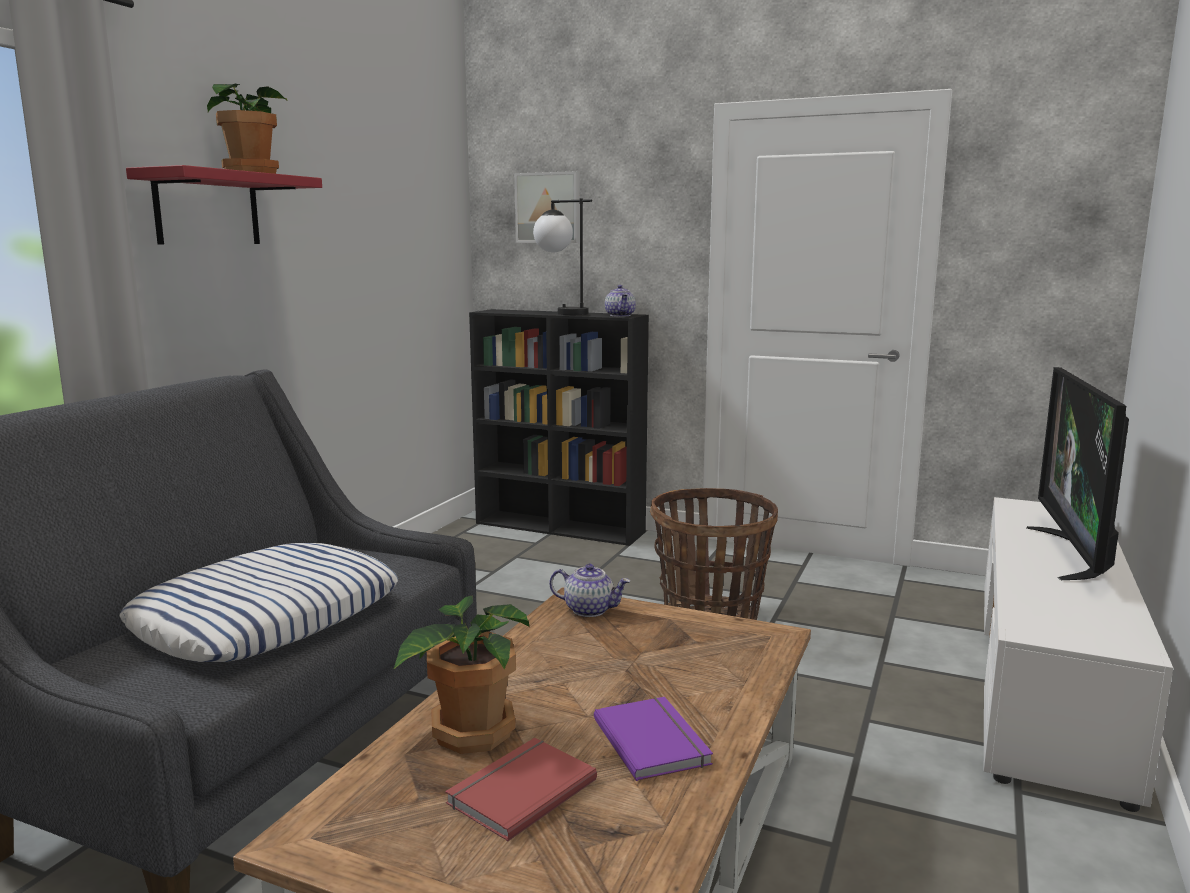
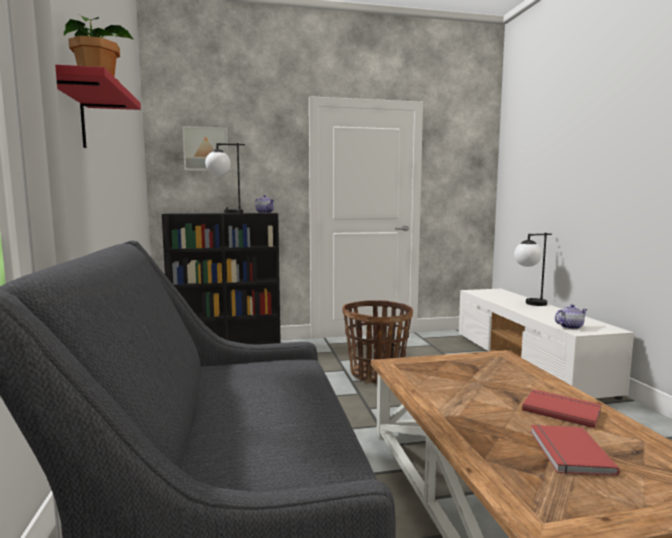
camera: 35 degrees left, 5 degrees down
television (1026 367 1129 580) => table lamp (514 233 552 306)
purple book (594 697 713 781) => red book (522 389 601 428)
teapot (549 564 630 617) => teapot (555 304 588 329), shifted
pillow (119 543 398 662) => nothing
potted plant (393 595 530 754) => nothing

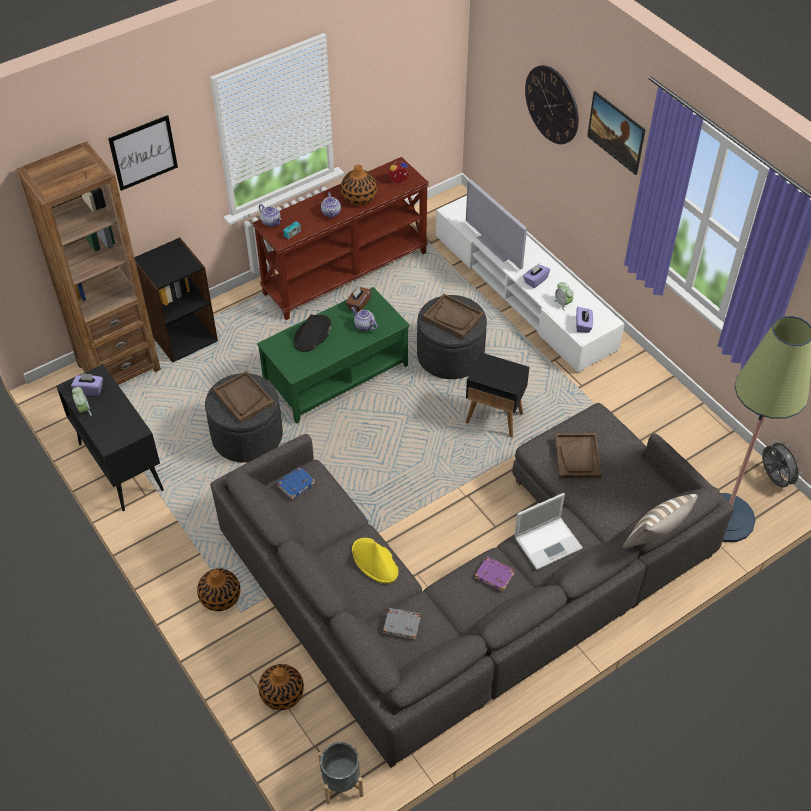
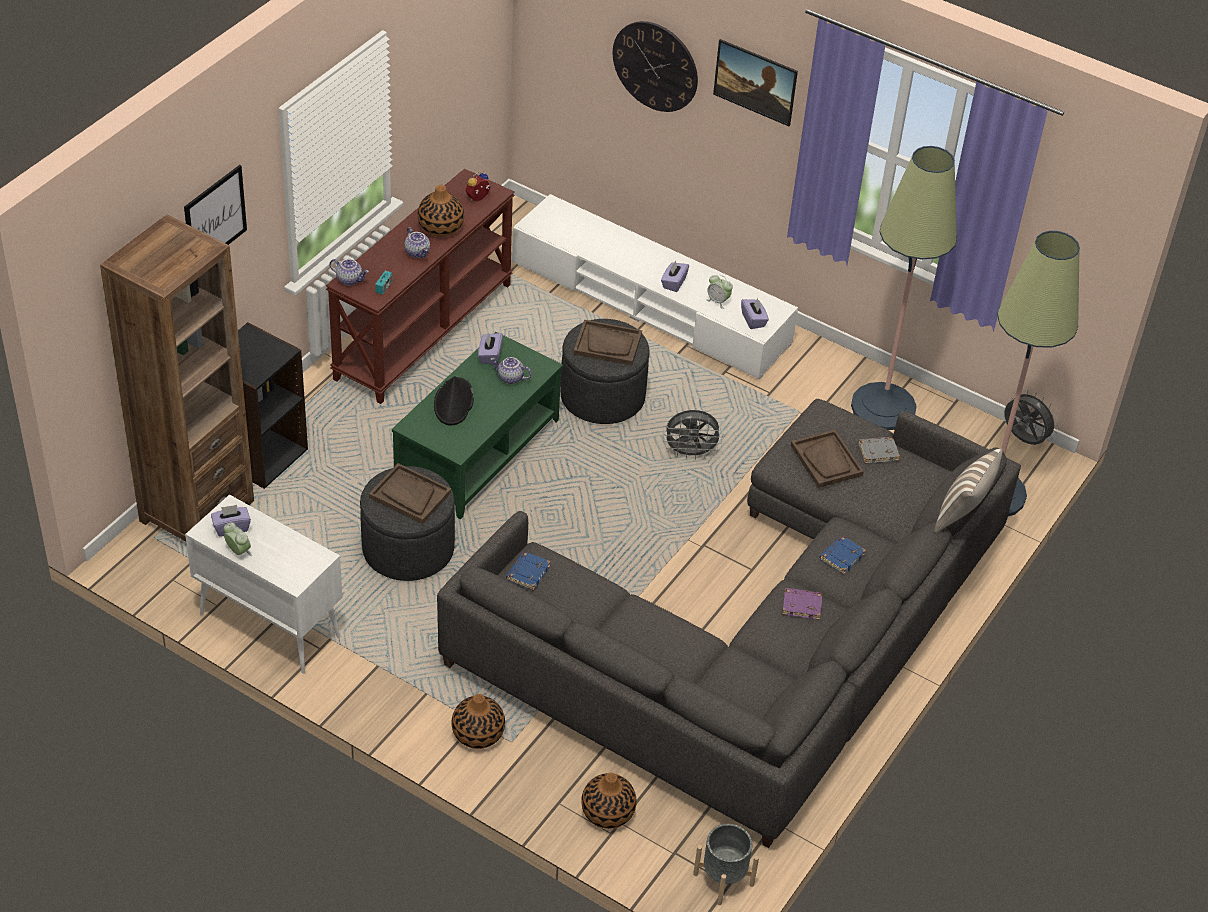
camera: 25 degrees left, 5 degrees down
black cabinet (56 364 164 511) => white cabinet (185 494 342 674)
brown tissue box (346 287 372 312) => purple tissue box (478 332 503 365)
black side table (465 352 529 438) => grey fan (663 410 723 460)
laptop (514 493 583 570) => blue book (819 536 866 574)
nothing => floor lamp (851 146 957 430)
grey book (383 608 421 639) => grey book (858 437 900 464), shifted
yellow hat (352 538 398 583) => nothing
television (466 179 527 270) => nothing

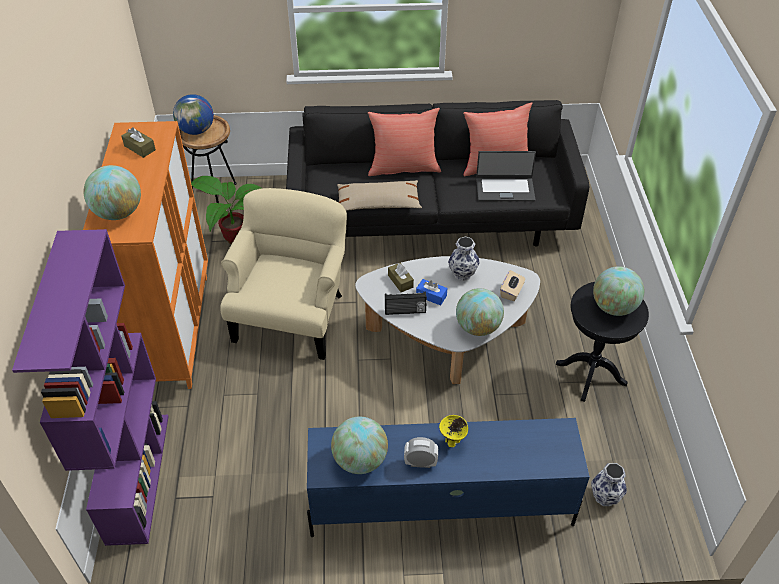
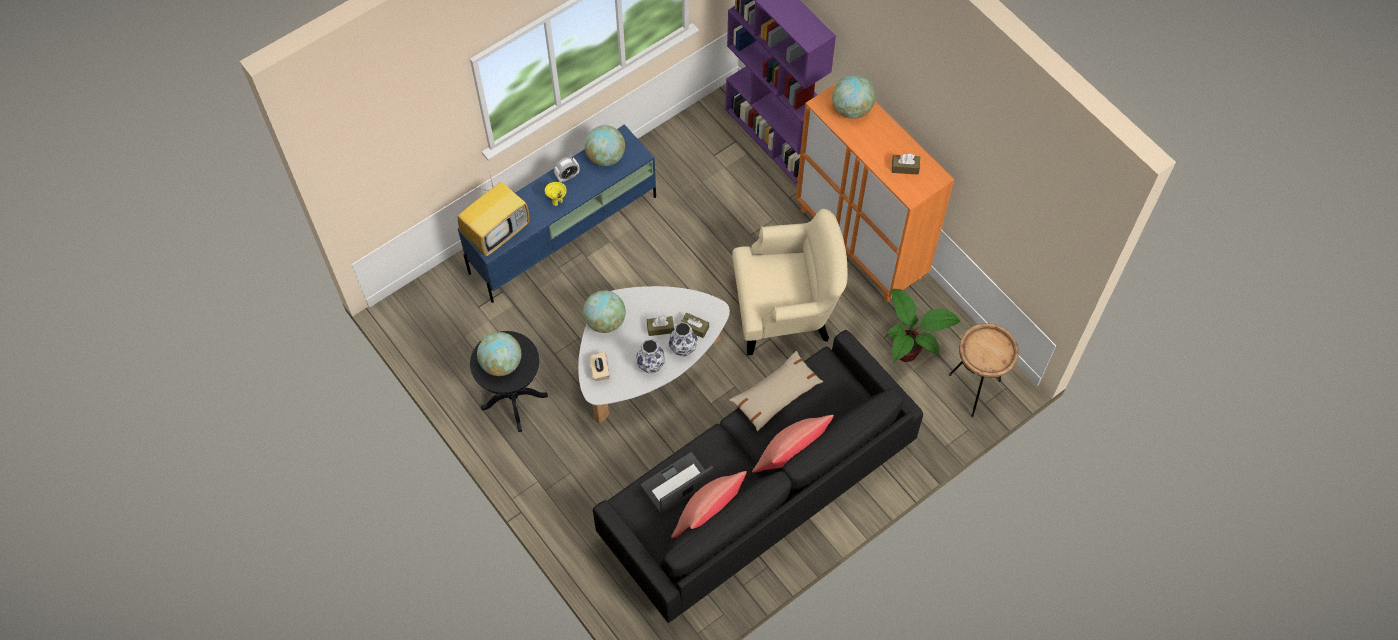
camera: 145 degrees right, 15 degrees up
nothing => television (458 175 529 256)
blue tissue box (416 279 447 305) => brown tissue box (647 316 674 336)
vase (591 463 627 506) => vase (669 322 698 357), shifted
beige armchair (220 188 347 360) => beige armchair (732 209 848 355), 75 degrees counterclockwise
globe (173 94 214 135) => nothing
radio (385 292 427 315) => nothing

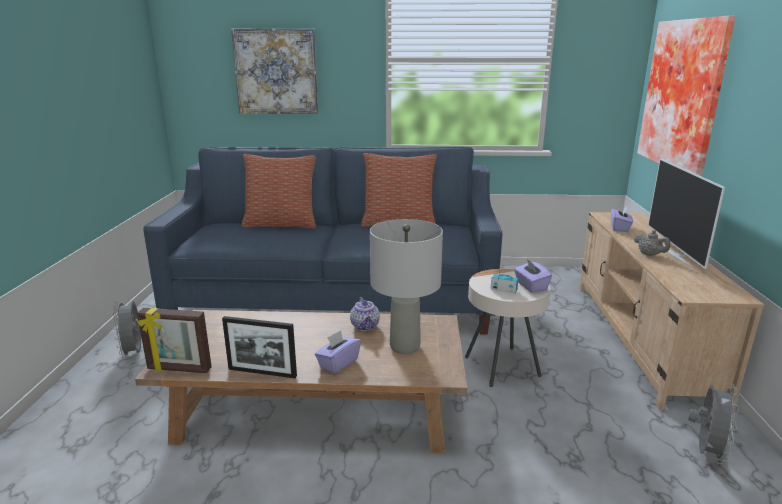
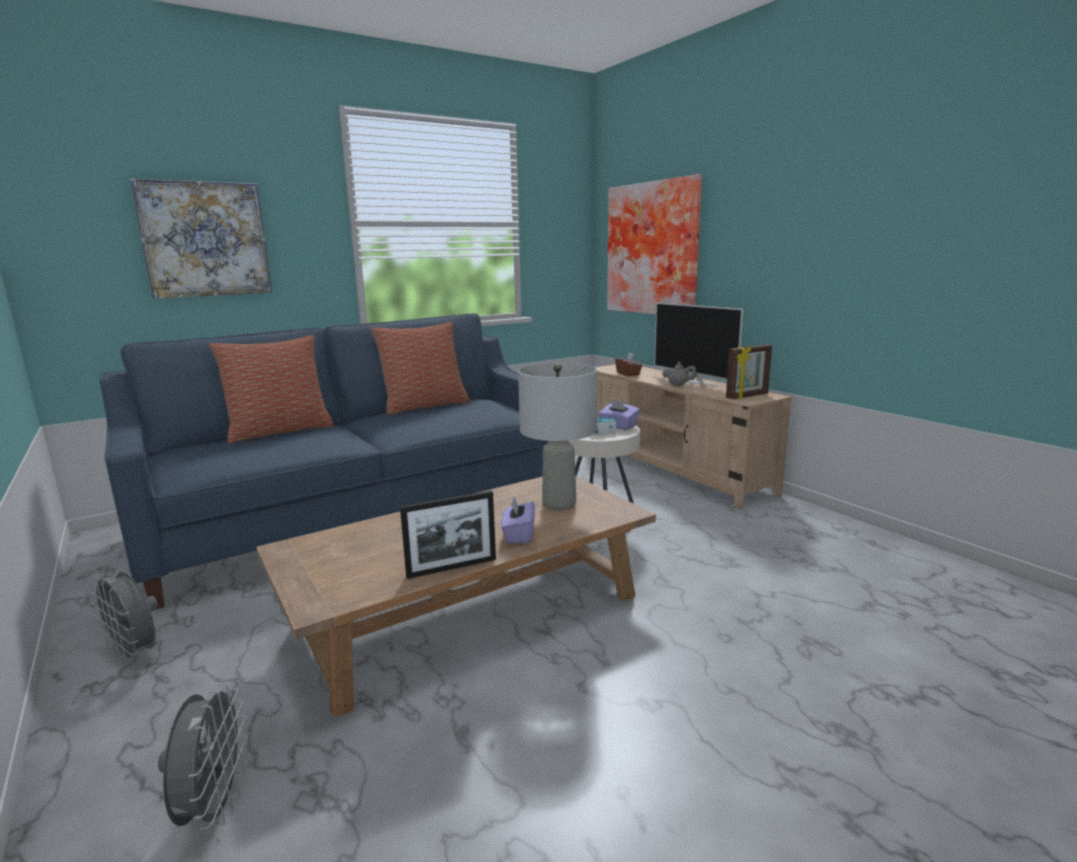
camera: 35 degrees left, 5 degrees down
grey fan (688 384 739 464) => grey fan (158 683 247 830), shifted
purple tissue box (611 205 633 232) => brown tissue box (615 352 643 376)
picture frame (137 308 212 373) => picture frame (726 344 772 399), shifted
teapot (350 297 380 331) => nothing

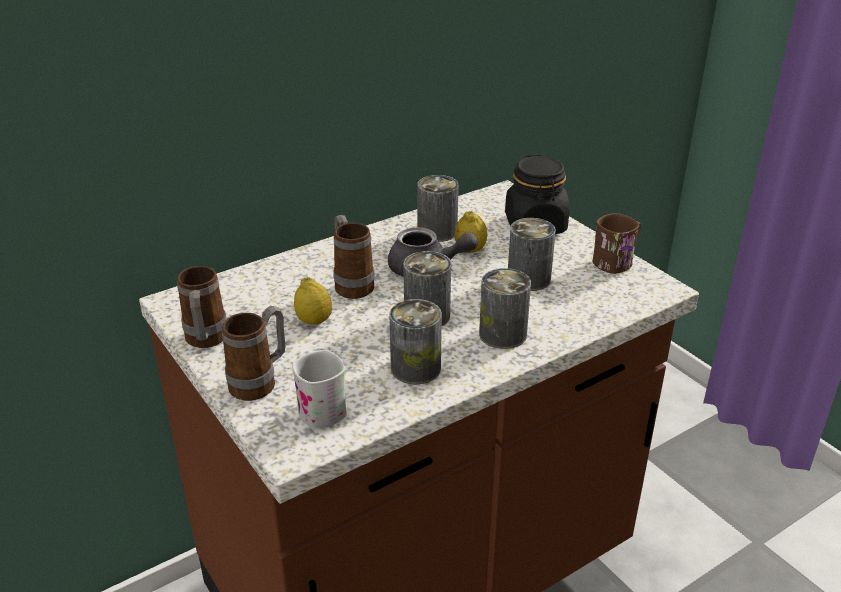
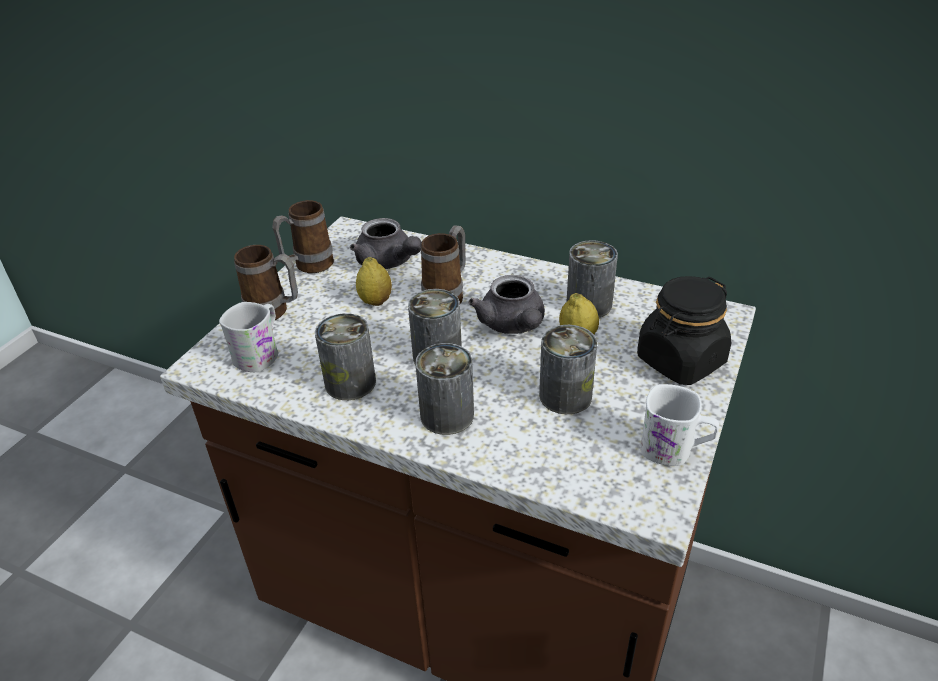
camera: 60 degrees right, 5 degrees up
nothing => grey teapot (350 218 422 269)
brown mug (592 213 641 274) => white mug (641 384 719 466)

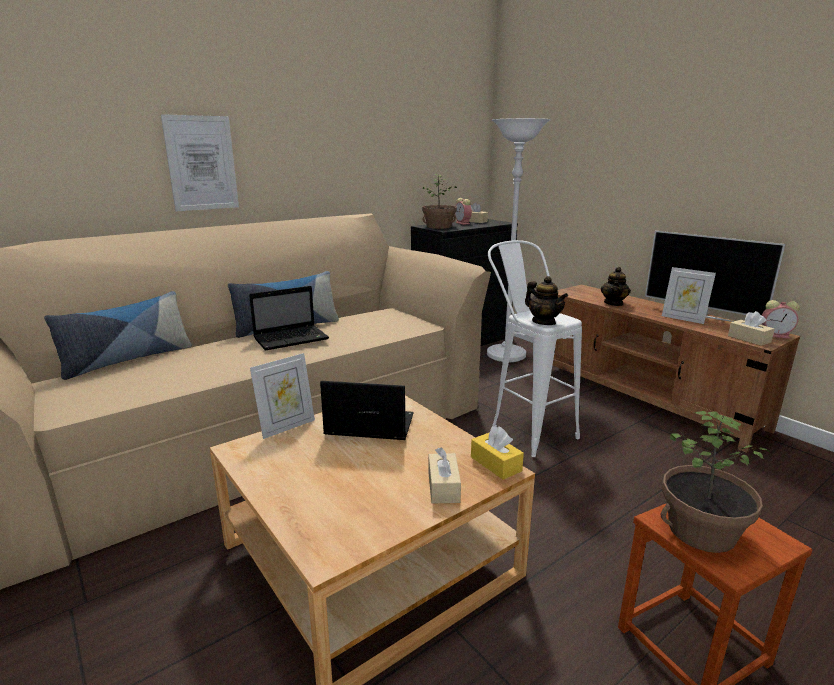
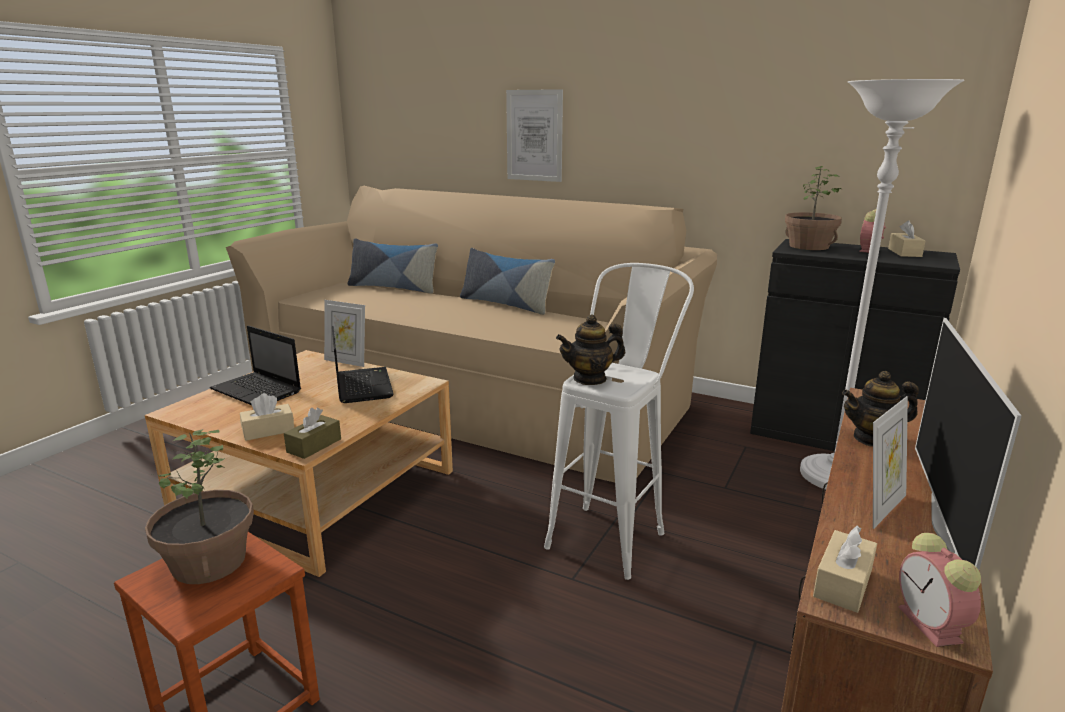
camera: 65 degrees right, 0 degrees up
laptop (249 286 329 351) => laptop (210 326 301 405), shifted
yellow tissue box (471 426 524 480) => brown tissue box (284 408 341 459)
teapot (525 276 568 325) => teapot (556 314 625 385), 45 degrees clockwise
picture frame (662 267 716 324) => picture frame (873 396 908 529), 150 degrees counterclockwise

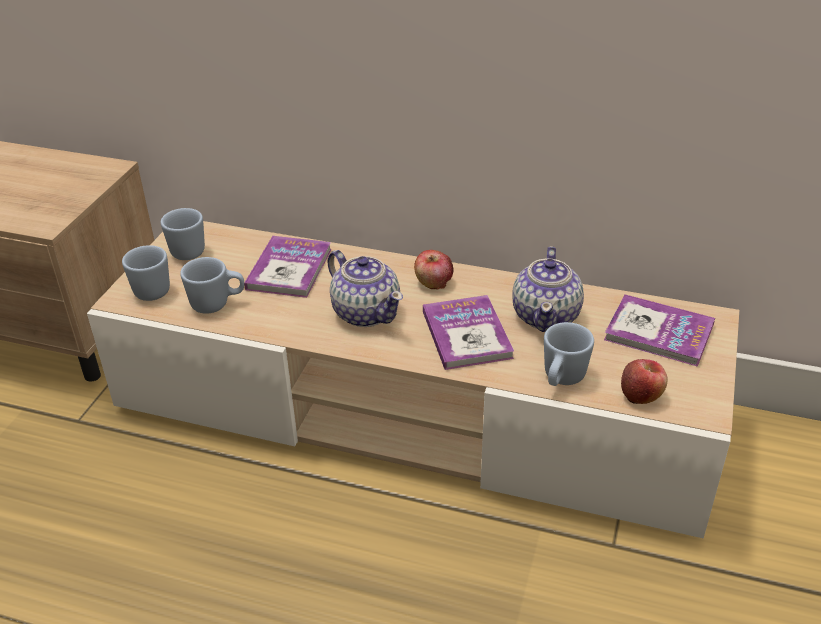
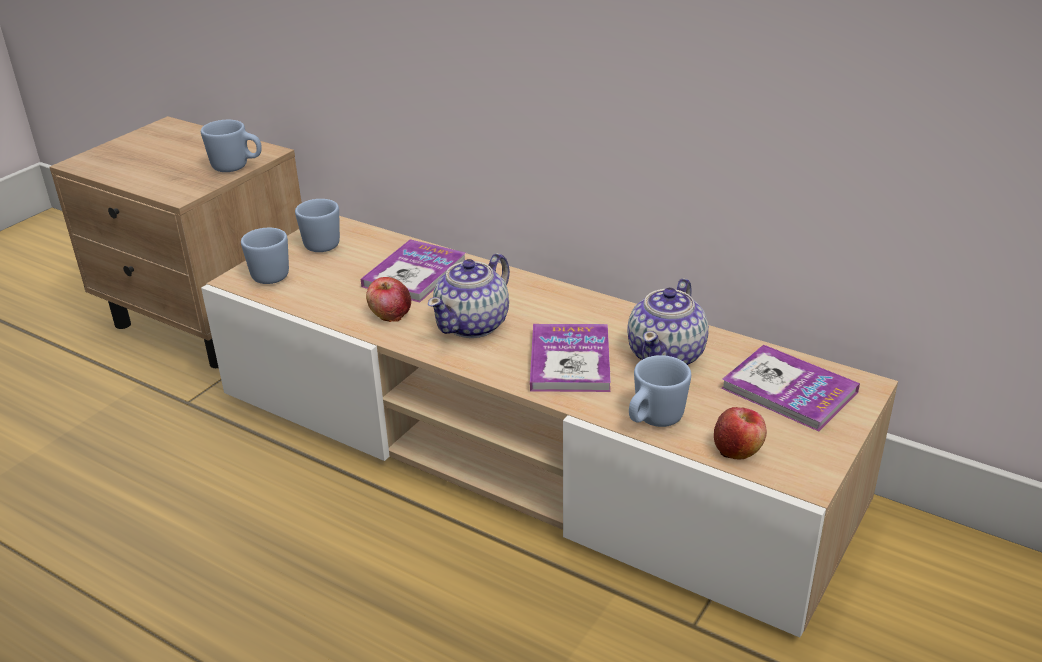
camera: 15 degrees right, 5 degrees down
blue mug (180 257 244 314) => blue mug (201 120 262 172), shifted
apple (414 250 453 290) => apple (366 277 411 322), shifted
teapot (328 250 403 327) => teapot (428 253 510 338), 60 degrees clockwise

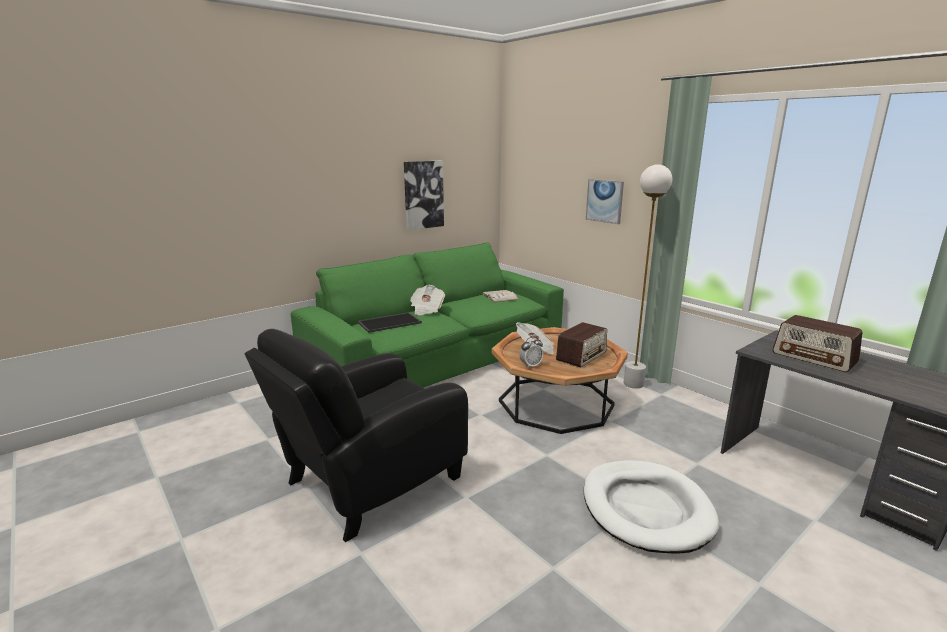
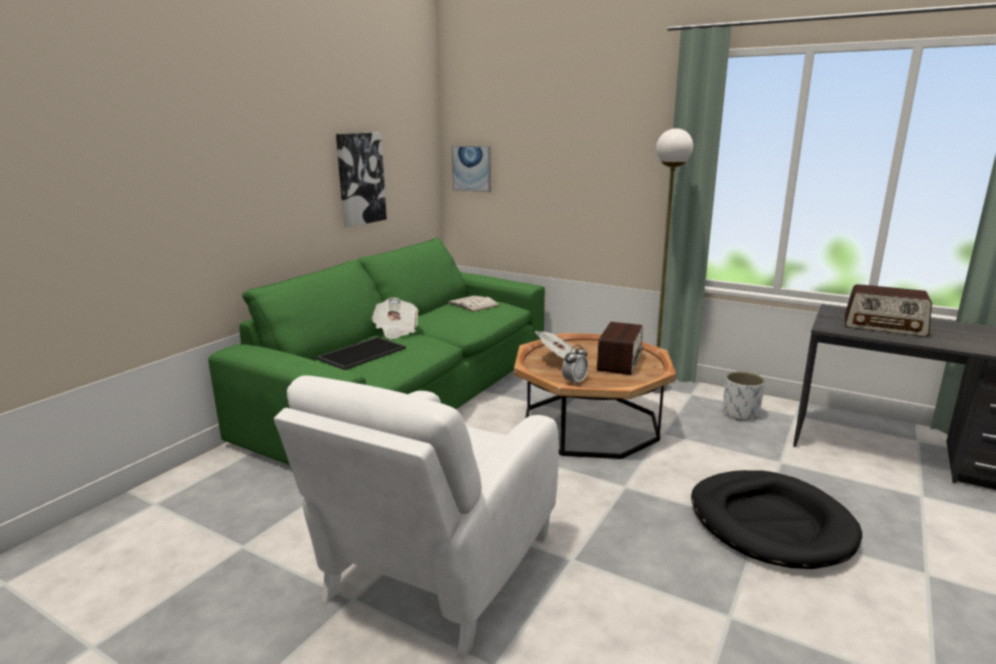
camera: 20 degrees left, 0 degrees up
black armchair (245 329 468 542) => white armchair (274 375 559 660)
picture (586 179 624 224) => picture (452 145 491 192), shifted
white dog bed (584 460 719 554) => black dog bed (691 470 862 569)
nothing => white planter (723 371 765 421)

